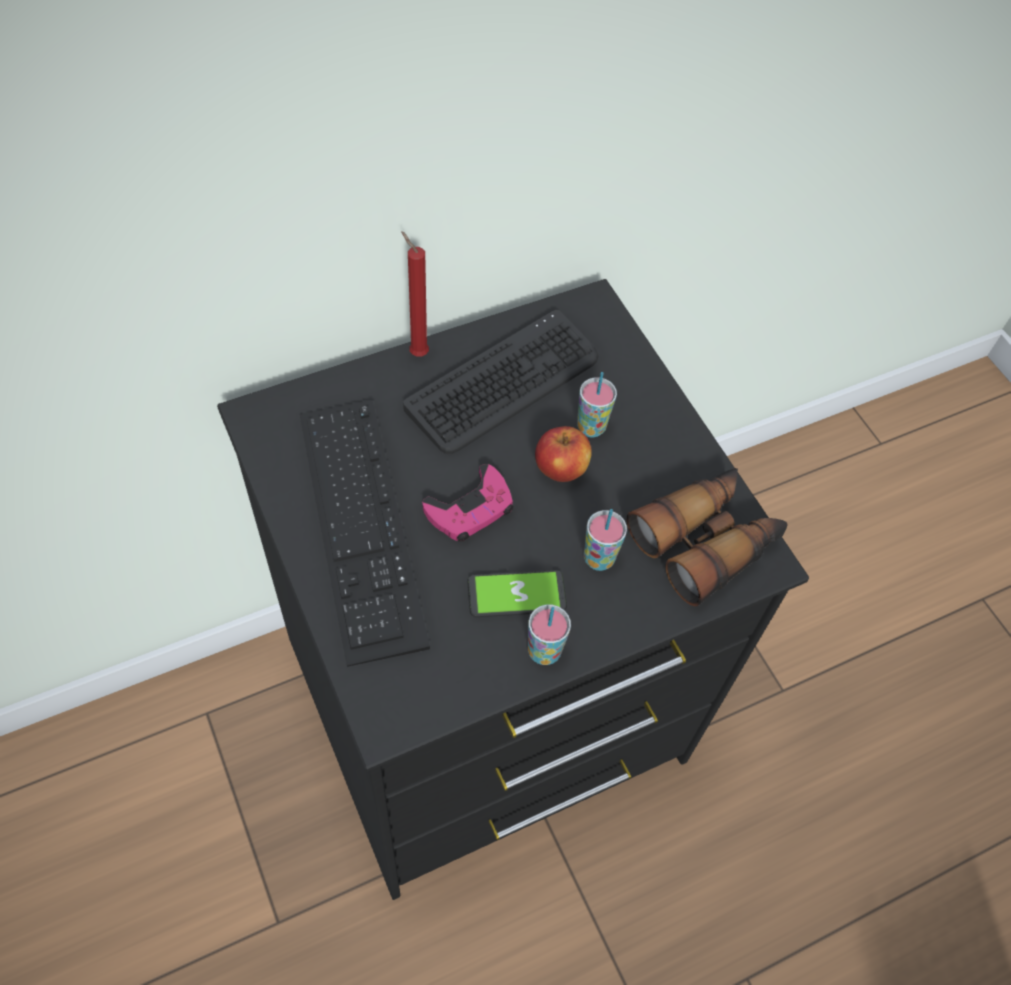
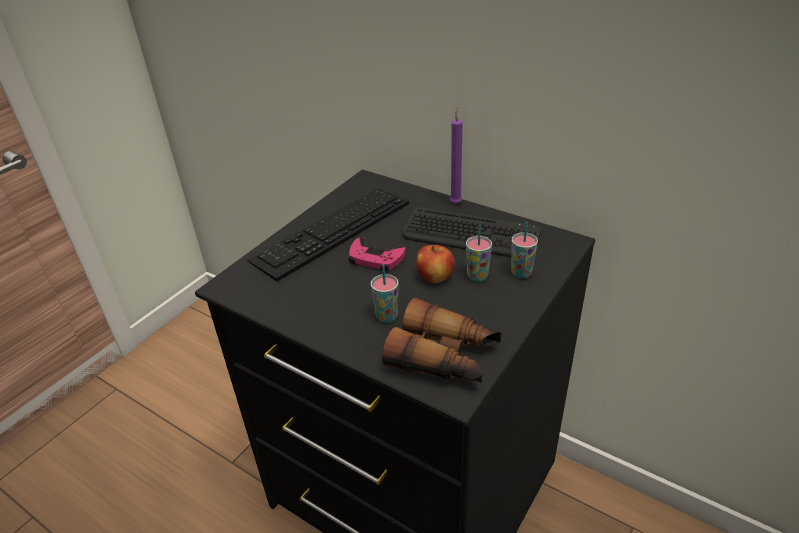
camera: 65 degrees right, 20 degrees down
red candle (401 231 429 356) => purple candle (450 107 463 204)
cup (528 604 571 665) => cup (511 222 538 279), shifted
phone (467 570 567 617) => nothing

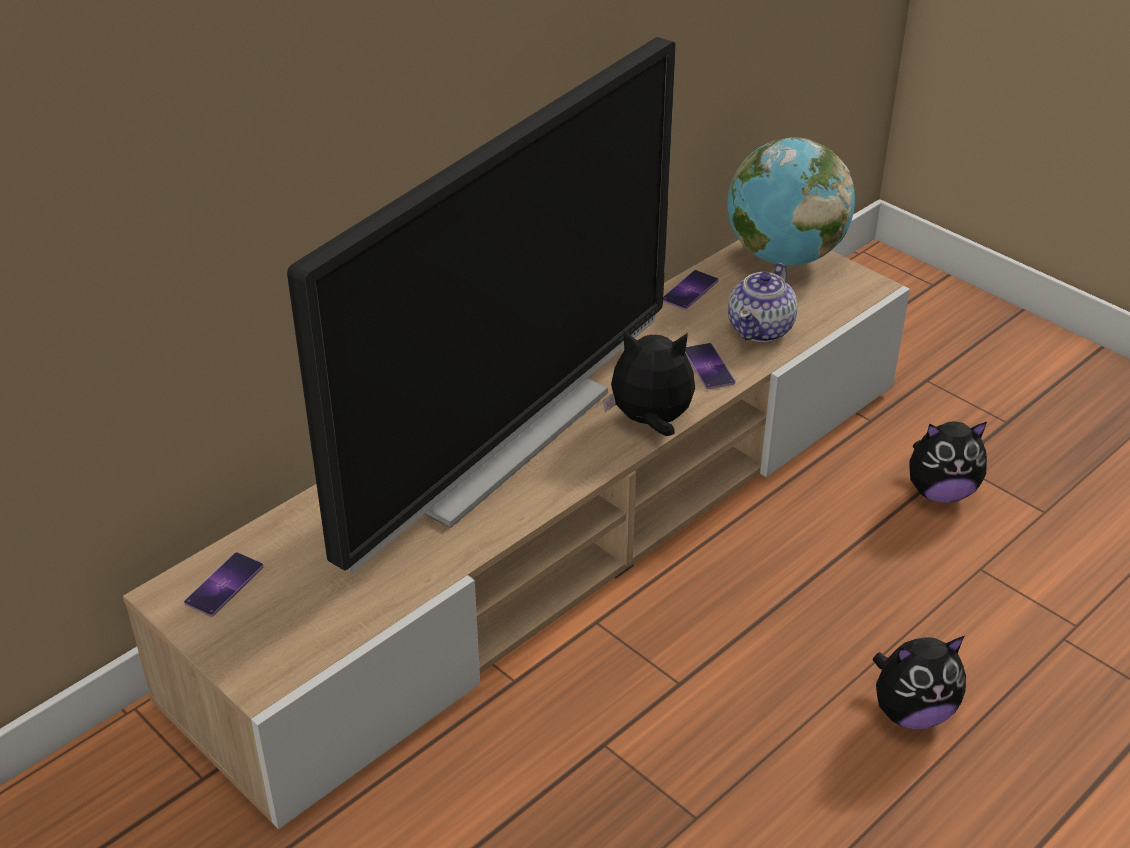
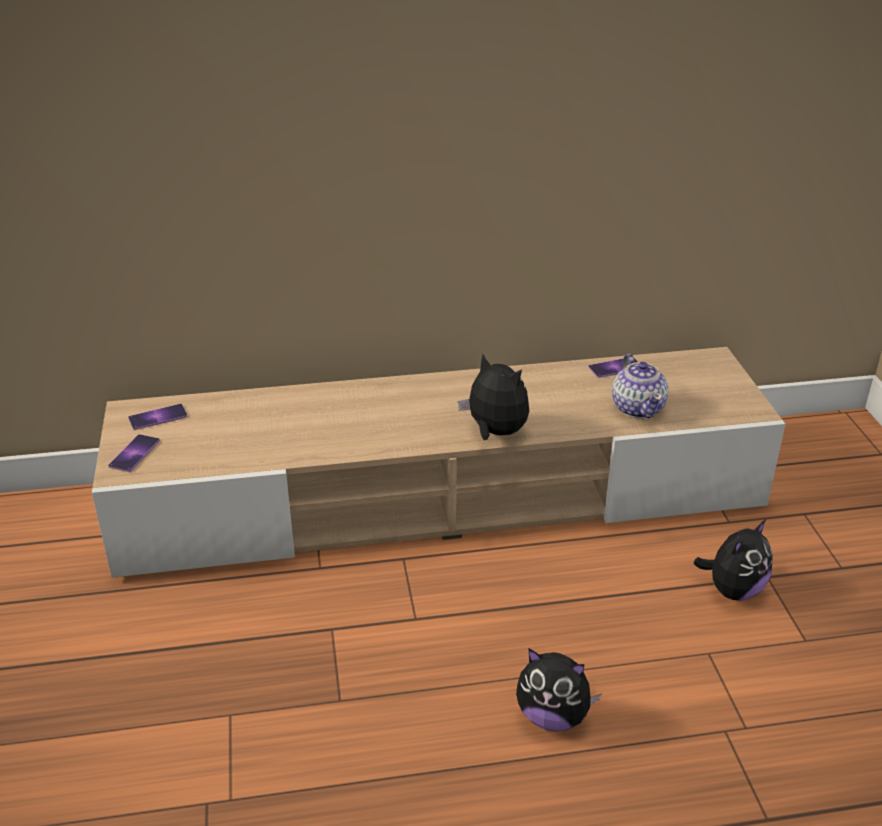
camera: 35 degrees right, 5 degrees down
phone (685 343 735 389) => phone (108 434 160 472), shifted
teapot (728 263 797 342) => teapot (612 354 669 418), 75 degrees counterclockwise
plush toy (910 421 987 503) => plush toy (694 520 773 601), 75 degrees counterclockwise
television (287 37 676 573) => nothing
globe (727 137 855 266) => nothing

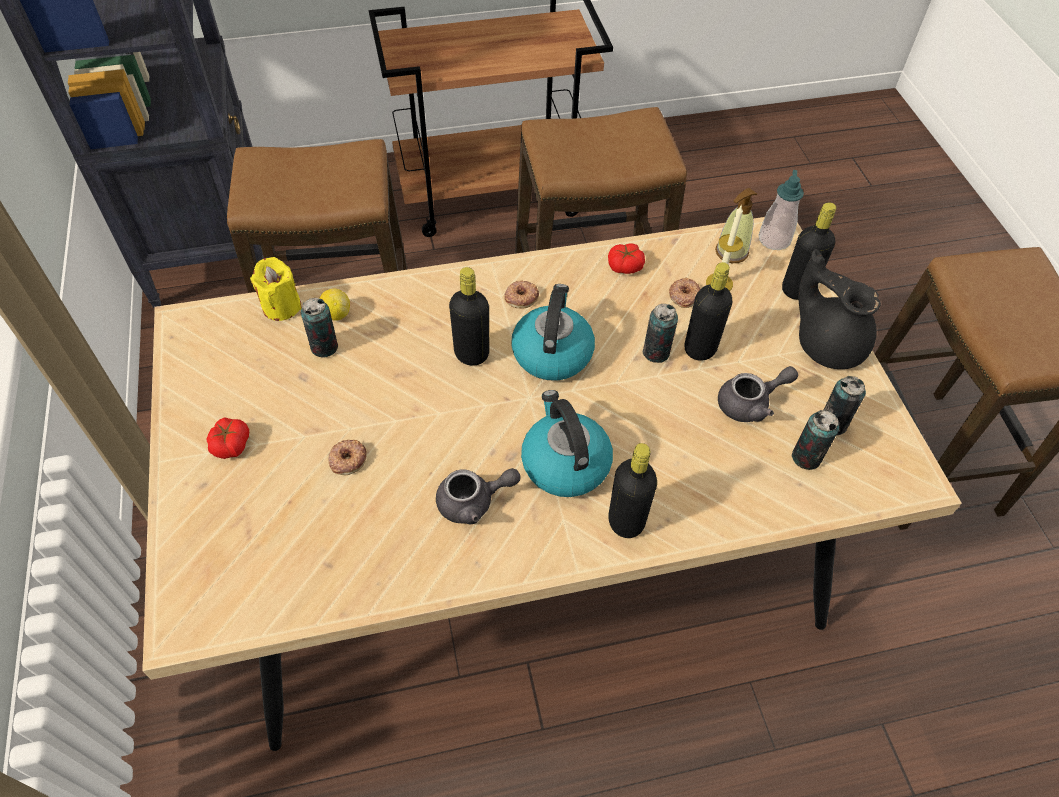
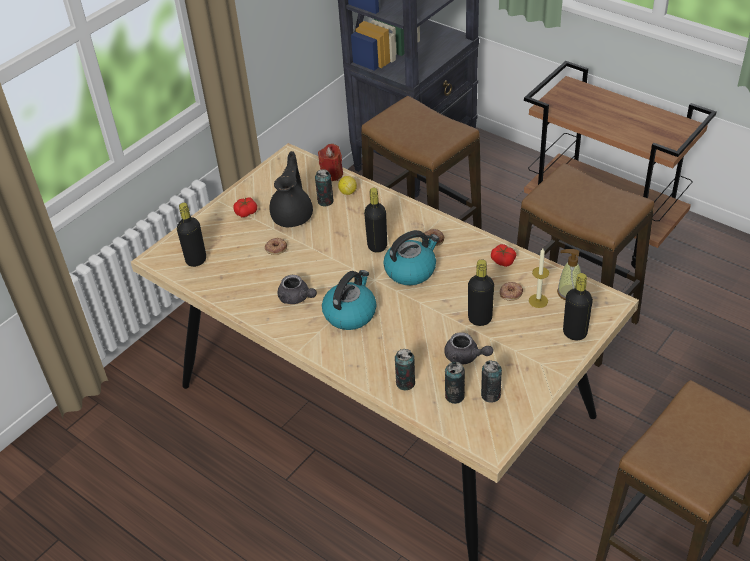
camera: 55 degrees right, 10 degrees down
black bottle (608 443 657 538) => black bottle (177 203 206 267), shifted
black teapot (798 249 881 369) => black teapot (269 151 313 227), shifted
yellow candle (250 257 302 321) => red candle (318 144 343 181)
can (643 304 678 363) => can (395 349 415 391), shifted
soap dispenser (759 170 804 250) => nothing

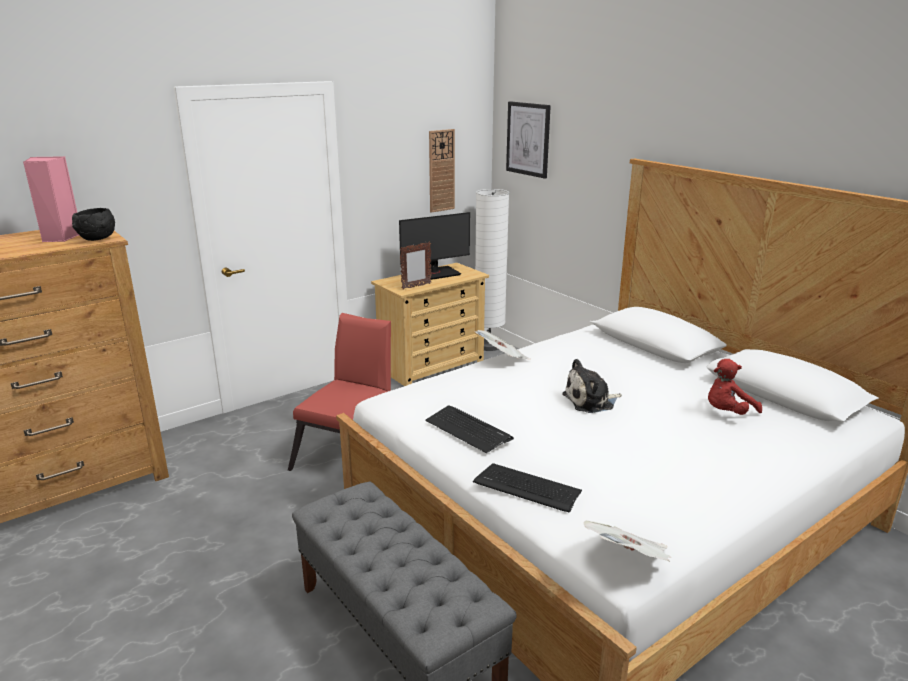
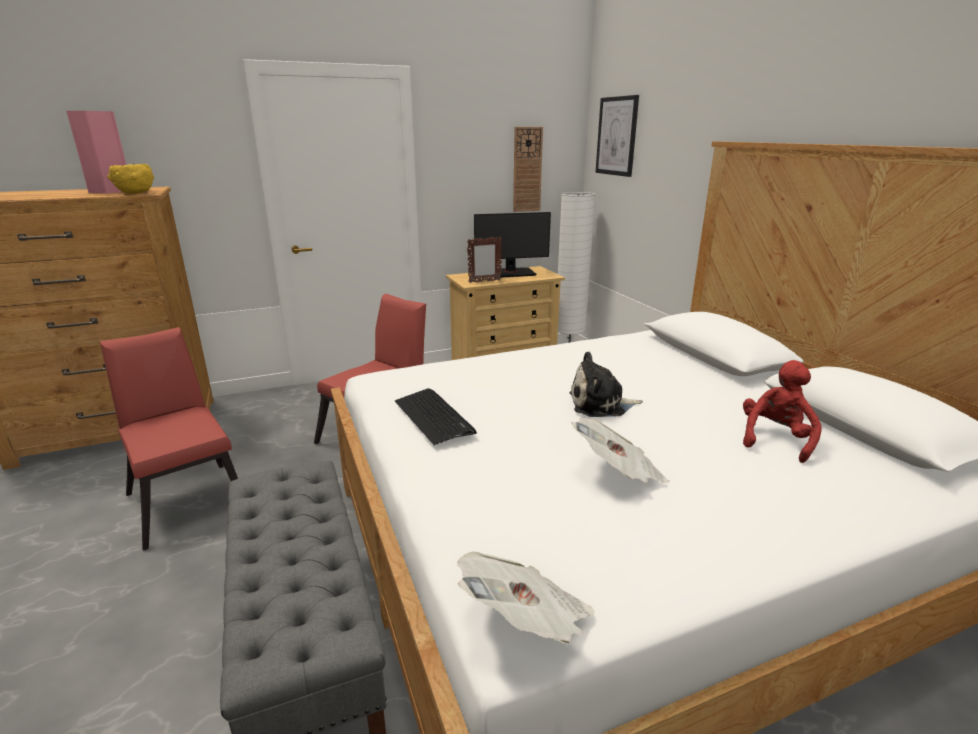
camera: 15 degrees right, 0 degrees up
nothing => red chair (100 327 238 551)
black bowl (72 208 115 241) => yellow bowl (107 164 154 194)
newspaper (474 330 531 360) => newspaper (571 418 670 483), shifted
red plush toy (708 359 762 415) => red plush toy (743 360 822 463), 135 degrees clockwise
keyboard (473 463 582 513) => nothing

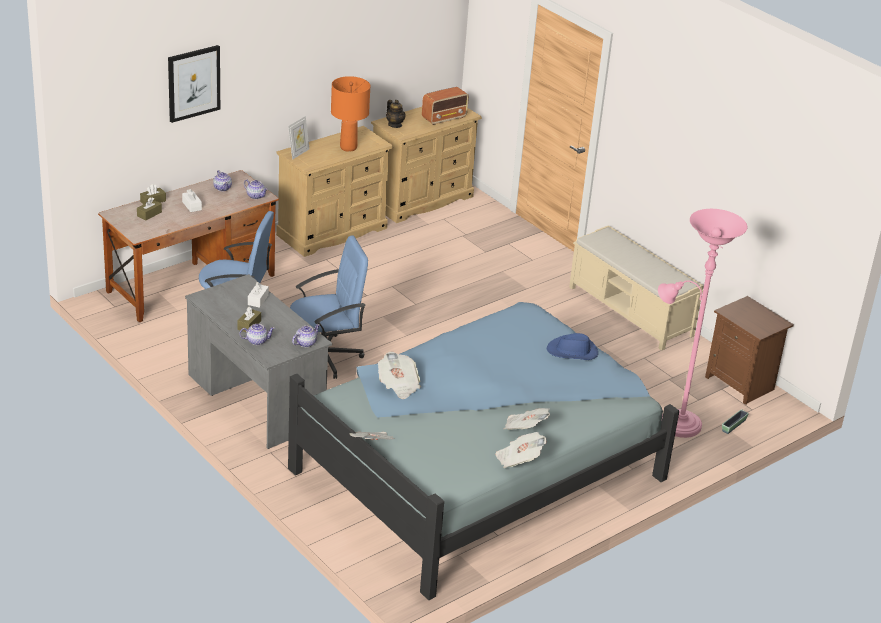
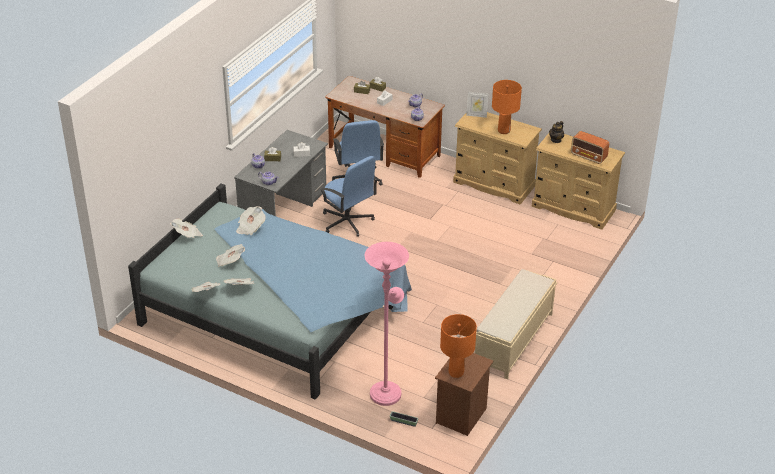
camera: 70 degrees right, 5 degrees up
nothing => newspaper (216 244 245 267)
nothing => orange table lamp (440 314 477 378)
picture (168 45 220 123) => nothing
blue hat (547 333 598 360) => nothing

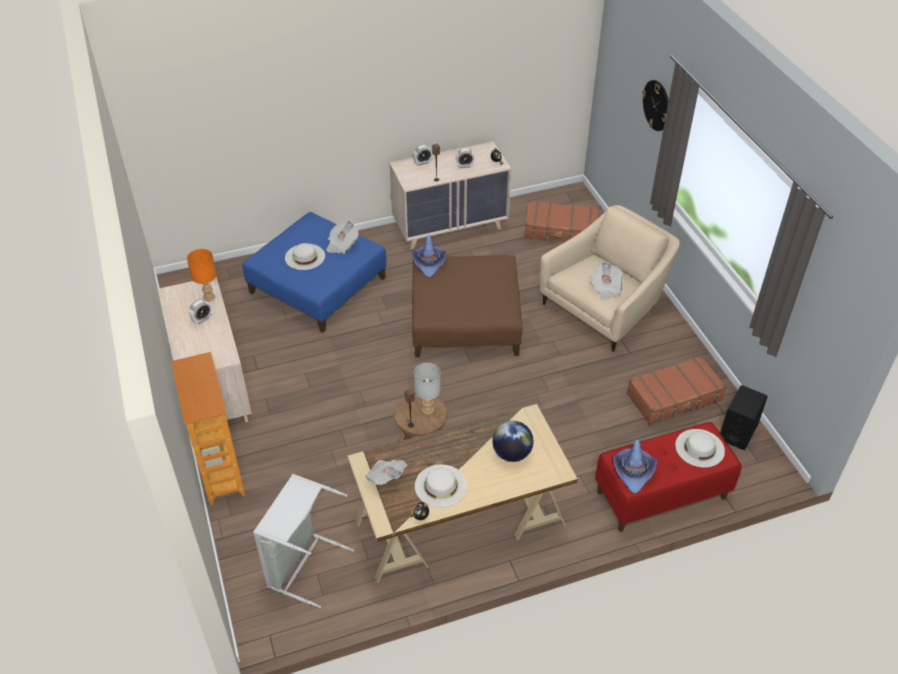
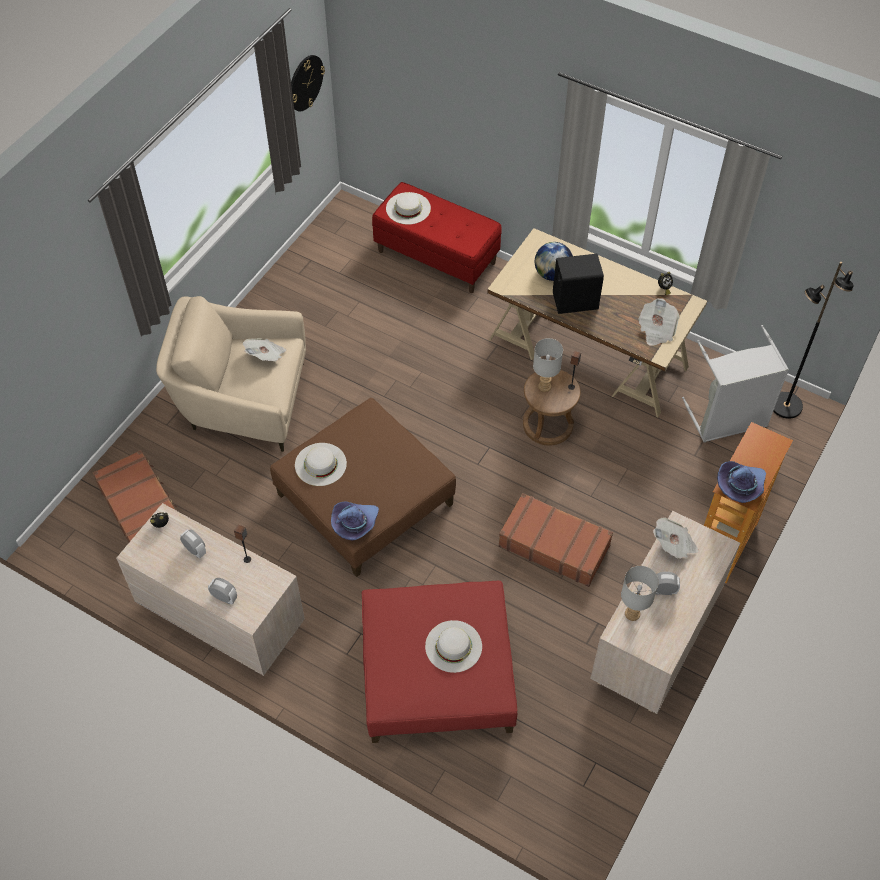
camera: 130 degrees left, 10 degrees up
wall clock (642 80 669 131) => wall clock (291 55 325 112), shifted
white hat (415 464 467 508) => white hat (295 443 347 486), shifted
blue ottoman (242 212 386 333) => red ottoman (362 581 518 743)
brown suitcase (627 356 726 425) => brown suitcase (498 493 613 587), shifted
black speaker (720 385 768 450) => black speaker (553 254 604 314), shifted
orange table lamp (187 249 217 301) => grey table lamp (621 566 659 621)
newspaper (327 221 359 254) => newspaper (653 517 699 559), shifted
purple hat (613 439 657 494) => purple hat (717 461 766 503), shifted
nothing => black floor lamp (773 262 854 419)

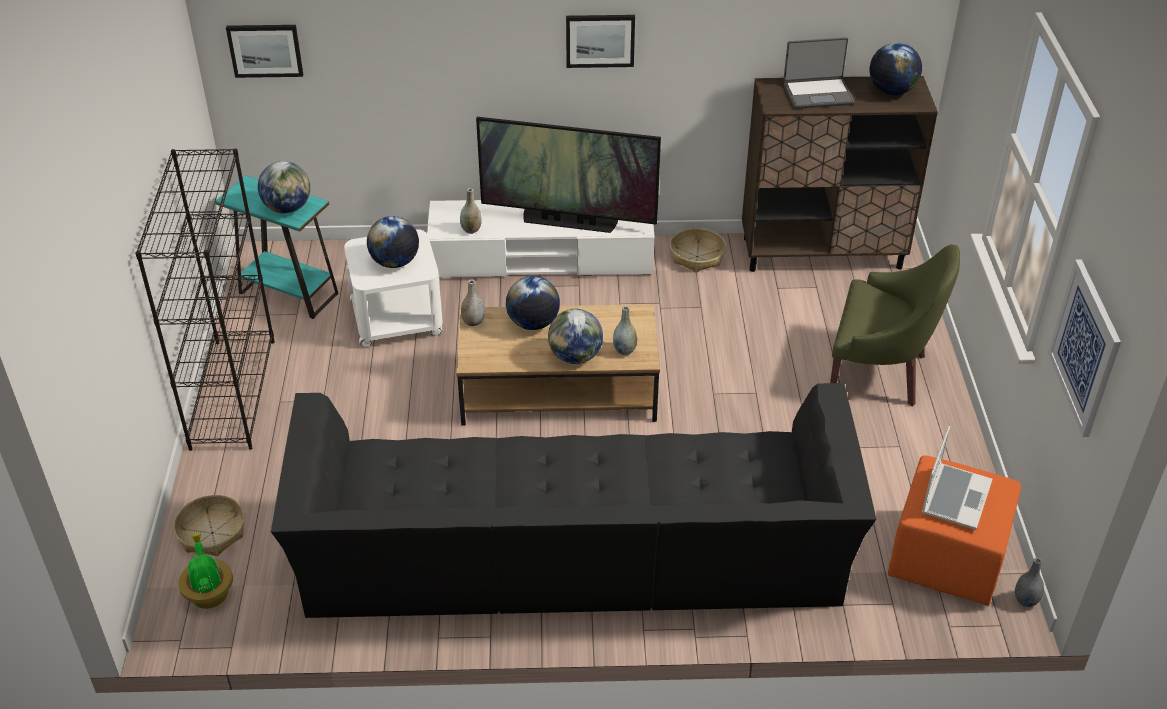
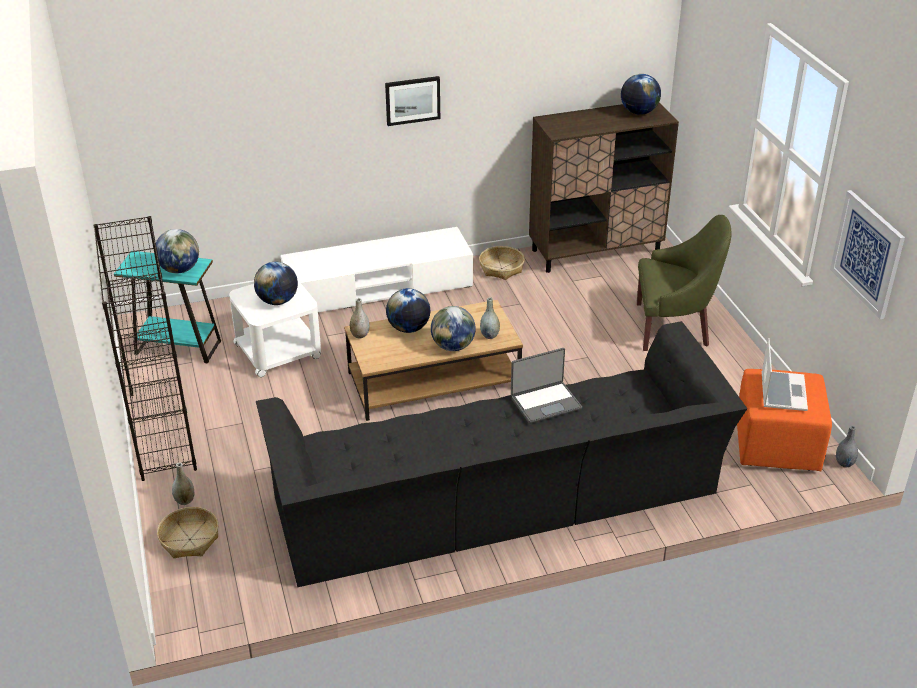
camera: 15 degrees left, 5 degrees down
grey vase (460 188 482 234) => grey vase (172 463 194 505), shifted
laptop (784 37 855 109) => laptop (511 348 582 424), shifted
potted plant (178 533 233 609) => nothing
picture (226 25 303 78) => nothing
television (476 117 661 233) => nothing

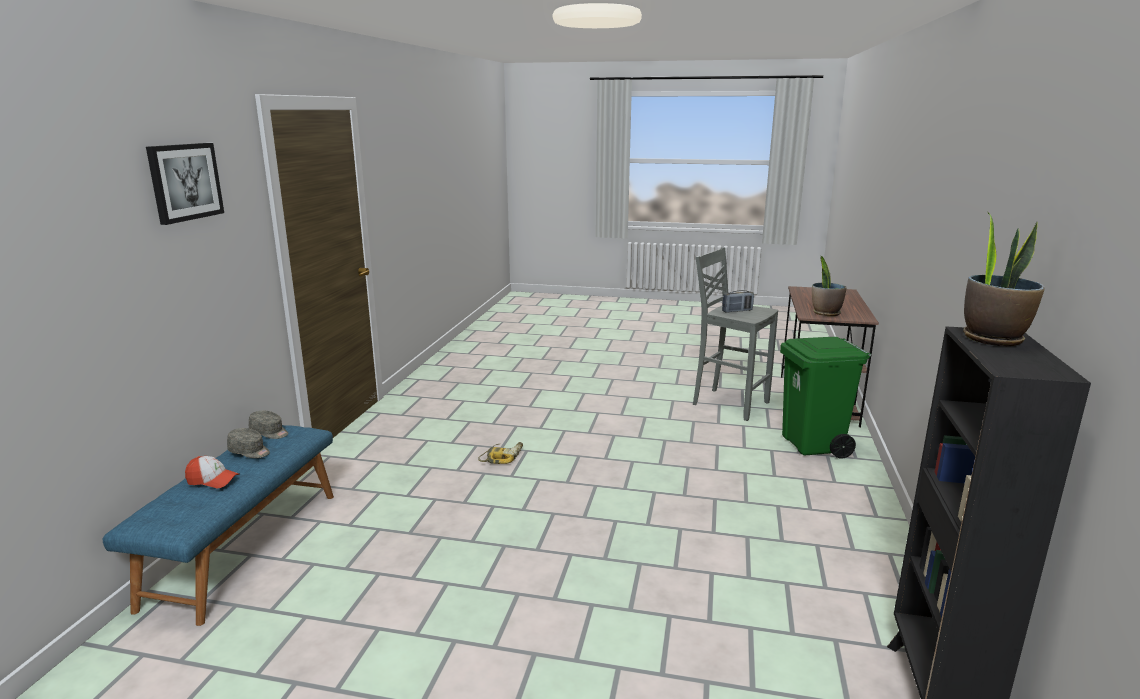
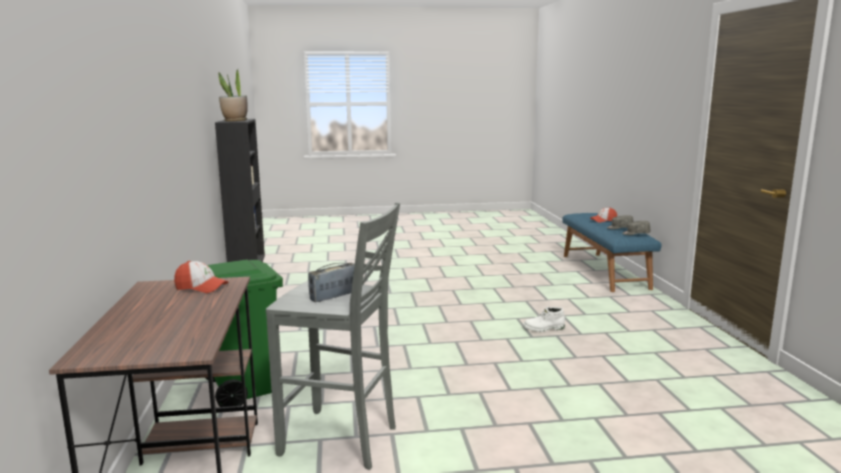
camera: 160 degrees right, 5 degrees down
potted plant (812 256 847 316) => cap (174 261 229 293)
power drill (478 442 523 464) => white boot (523 307 565 332)
picture (146 143 224 225) => nothing

